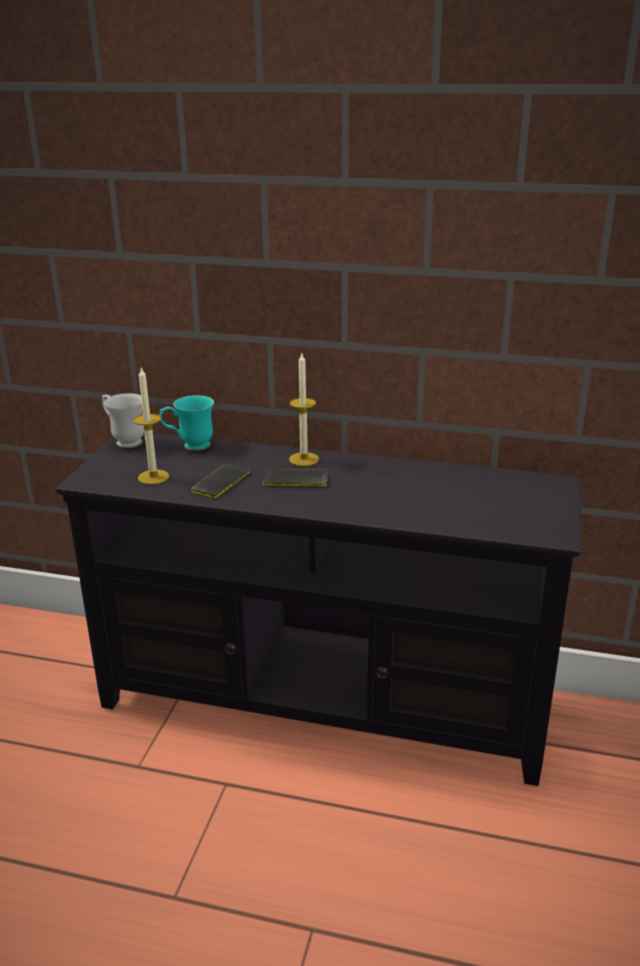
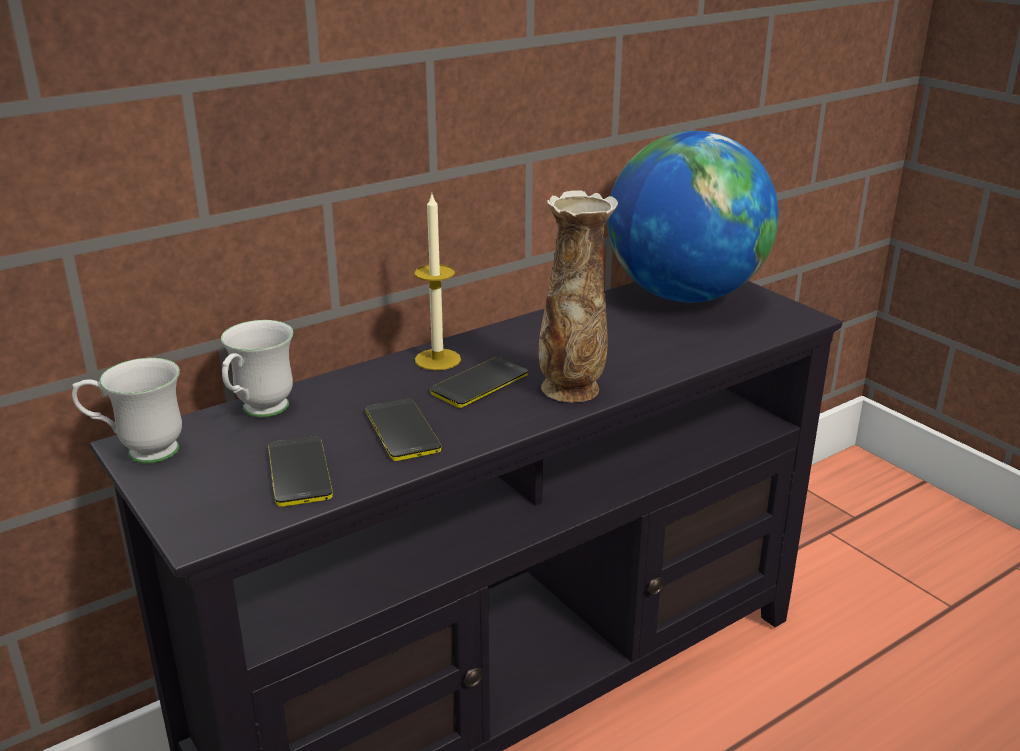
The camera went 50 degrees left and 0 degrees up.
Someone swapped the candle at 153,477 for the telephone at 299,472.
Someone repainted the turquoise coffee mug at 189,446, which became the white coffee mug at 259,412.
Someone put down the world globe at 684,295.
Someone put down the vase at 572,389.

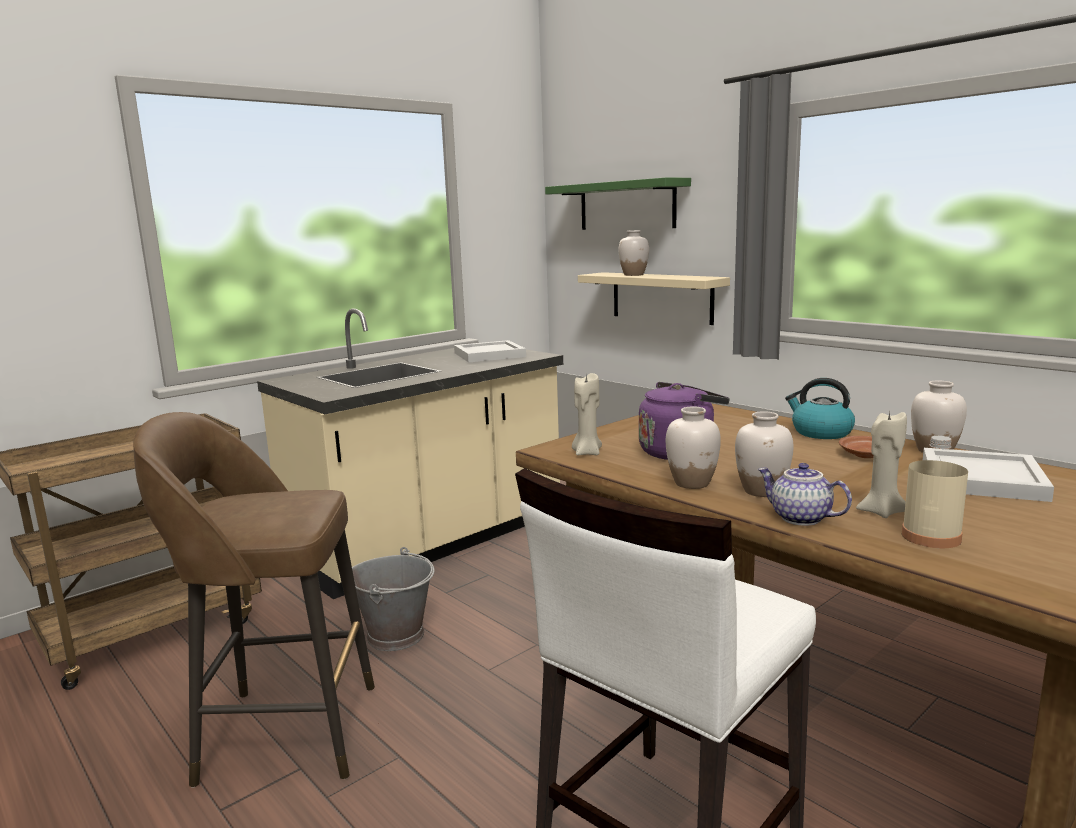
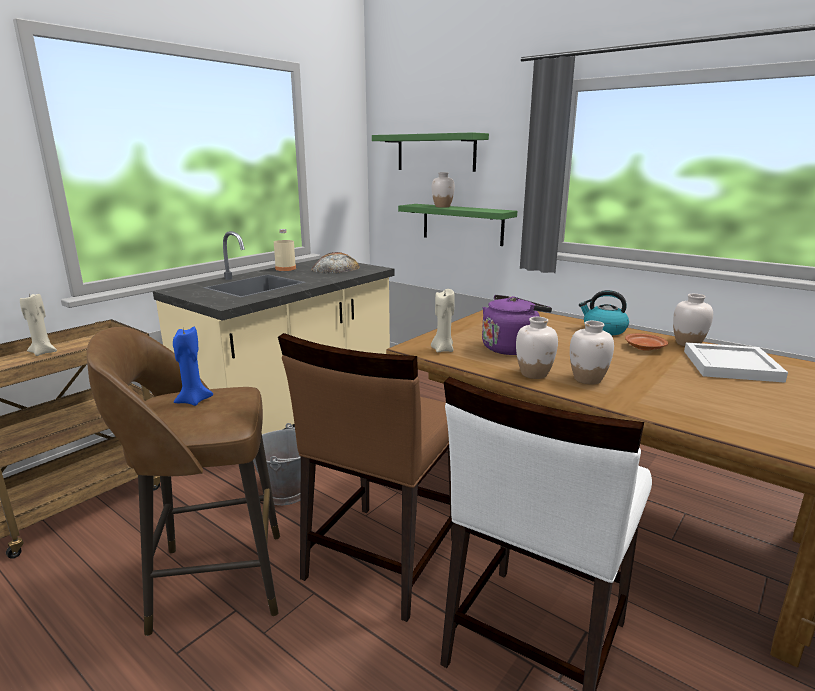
The camera went 10 degrees left and 5 degrees up.
Someone repainted the beige-coloured shelf at 661,297, which became the green shelf at 462,224.
Someone swapped the white tray at 488,355 for the bread at 335,268.
Someone carried the beige-coloured candle from 881,512 to 43,352.
Someone carried the beige-coloured beverage bottle from 931,537 to 285,269.
Someone took away the tea pot at 799,518.
Someone put down the blue-coloured candle at 193,401.
Someone put down the brown upright chair at 380,558.

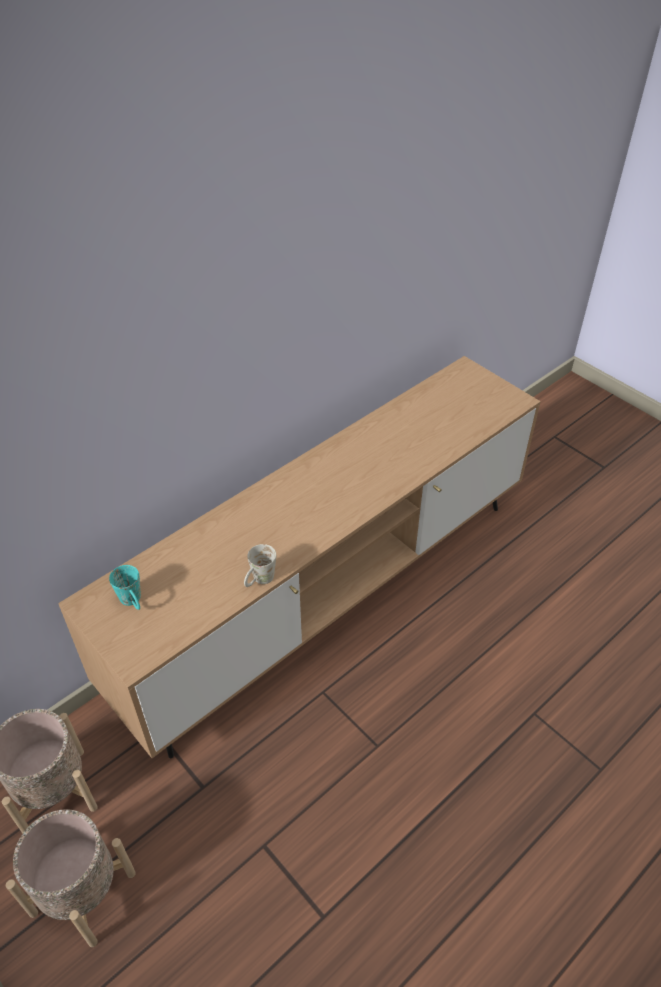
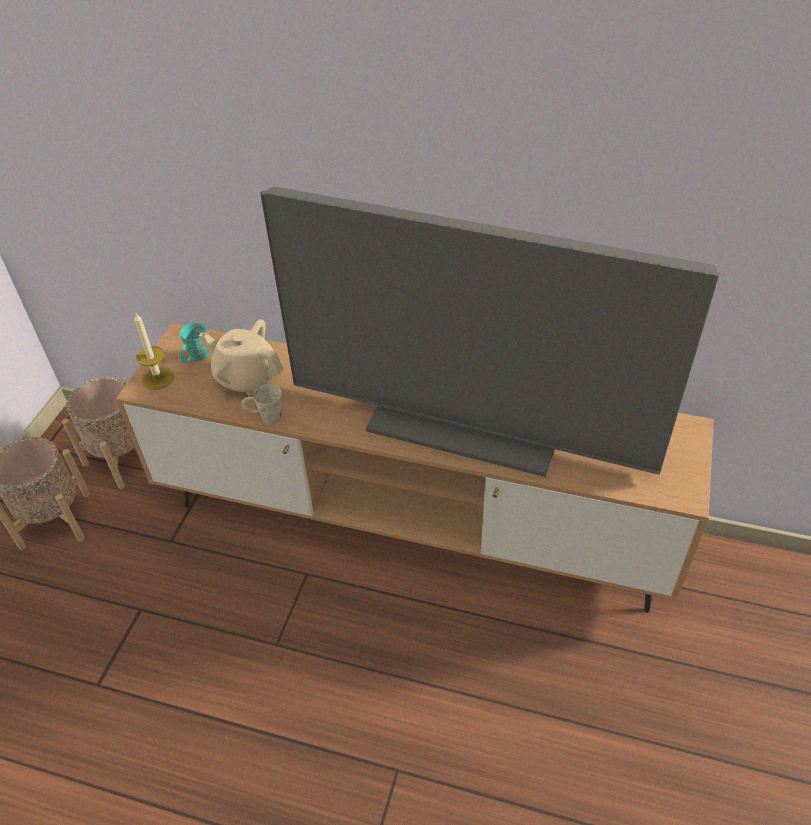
The camera went 60 degrees right and 0 degrees up.
Someone put down the TV set at 469,422.
Someone put down the candle at 158,378.
Someone put down the beige-coloured tea pot at 247,378.

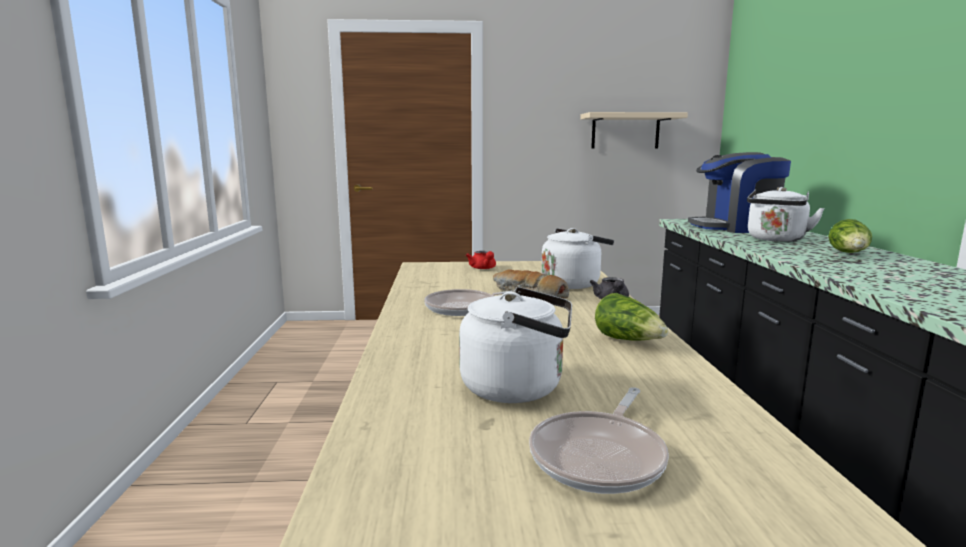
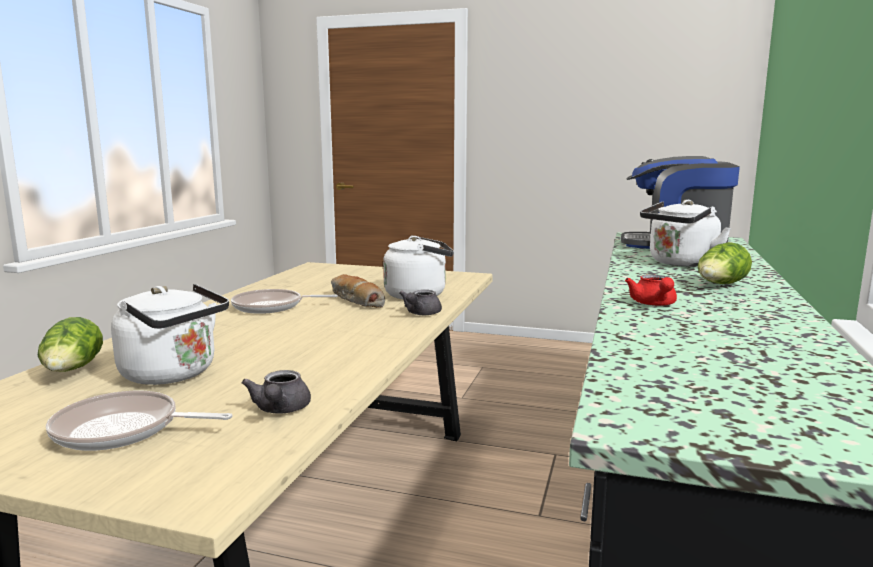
The camera went 20 degrees right and 0 degrees up.
Someone took away the beige-coloured shelf at 625,131.
Someone carried the reddish tea pot from 483,268 to 654,304.
Someone carried the head of lettuce from 629,340 to 72,371.
Someone rotated the pan at 600,456 by 45 degrees clockwise.
Someone put down the greyish tea pot at 280,410.

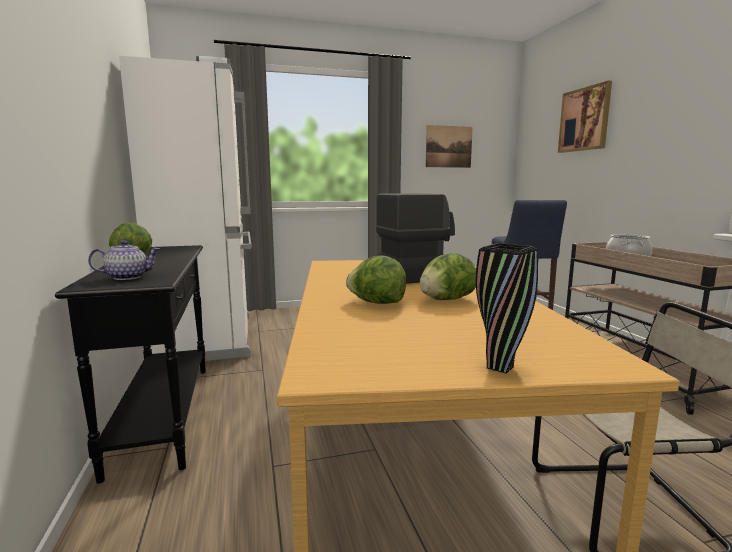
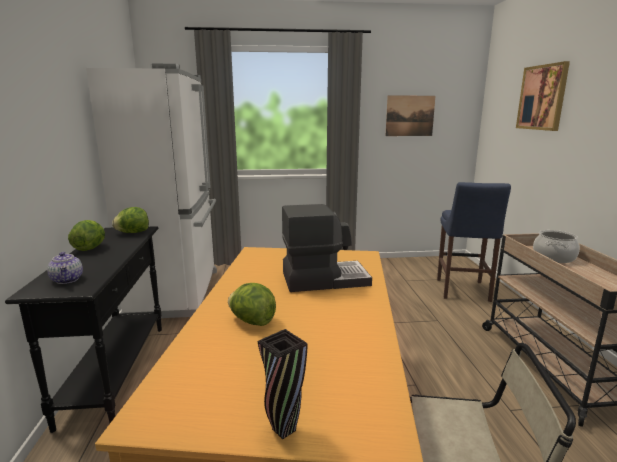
The camera went 10 degrees right and 5 degrees up.
Someone rotated the tea pot at 128,277 by 75 degrees clockwise.
Someone carried the head of lettuce from 446,300 to 133,233.

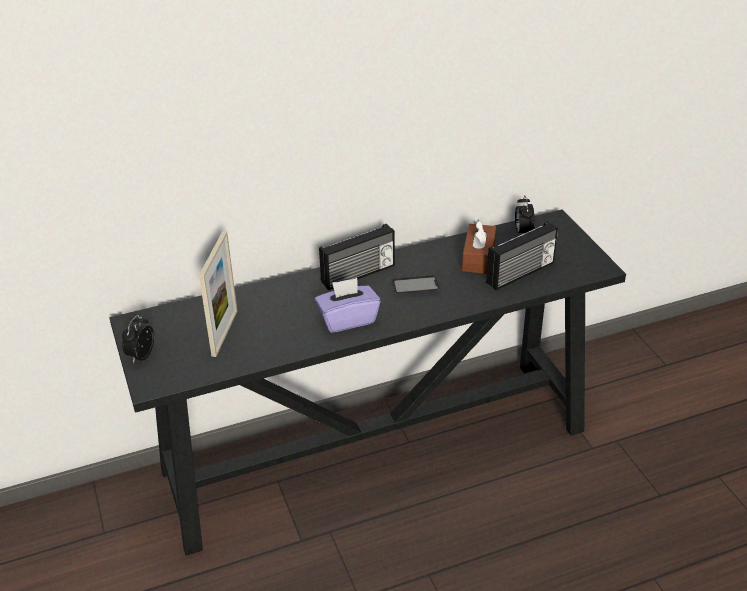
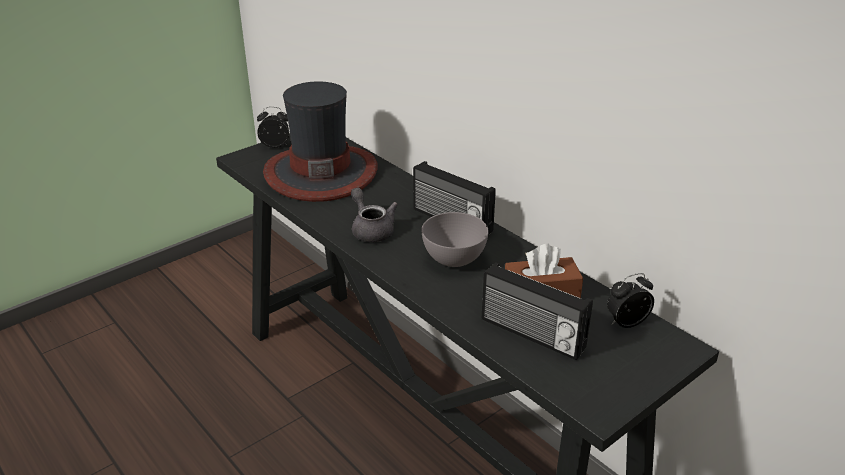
The camera went 70 degrees right and 5 degrees down.
Someone swapped the picture frame at 224,333 for the wearable hat at 321,173.
Someone swapped the telephone at 415,286 for the greyish serving bowl at 454,259.
Someone swapped the purple tissue box at 347,319 for the greyish tea pot at 371,229.

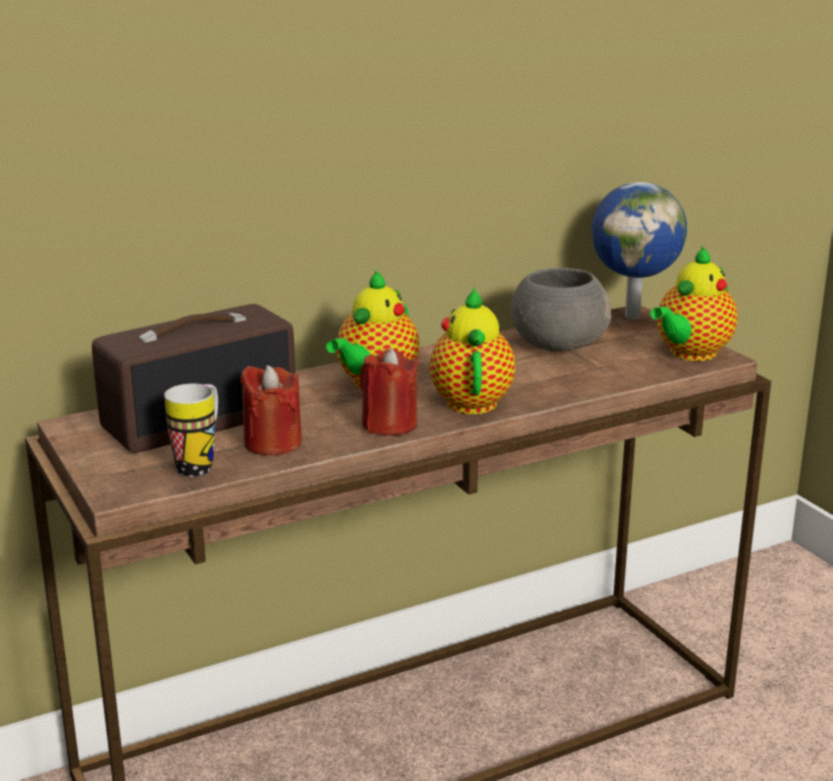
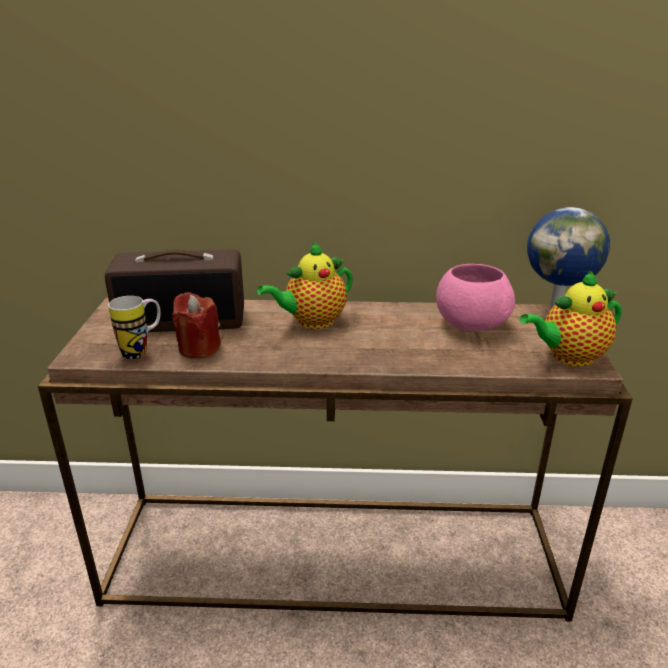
The camera went 30 degrees right and 5 degrees up.
Someone repainted the greyish serving bowl at 557,345, which became the pink serving bowl at 470,323.
Someone took away the tea pot at 471,400.
Someone took away the reddish candle at 389,424.

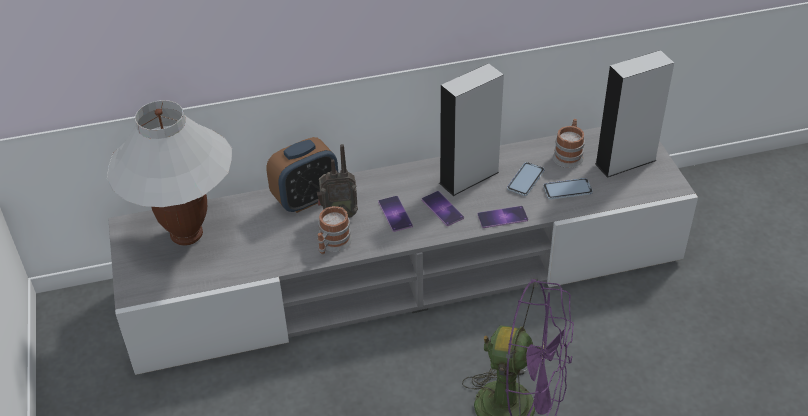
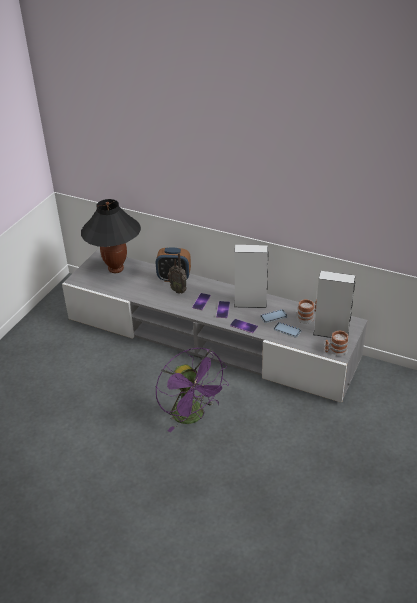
The camera went 40 degrees right and 5 degrees down.
Someone repainted the white table lamp at 187,234, which became the black-coloured table lamp at 116,269.
Someone carried the coffee mug from 332,244 to 335,351.

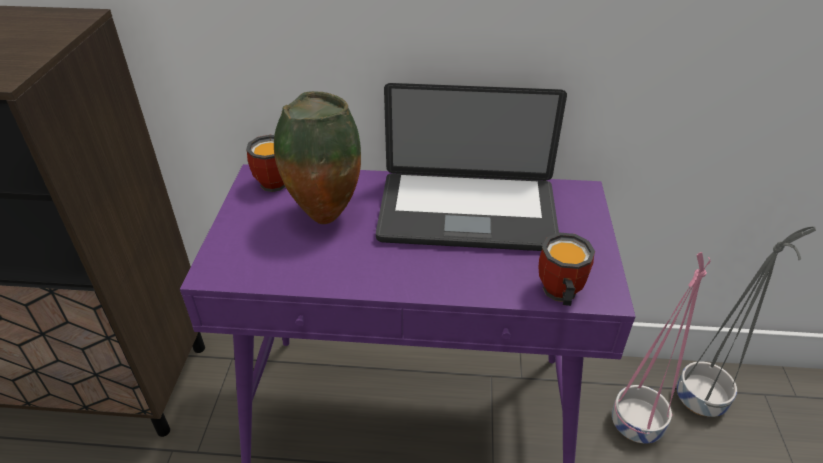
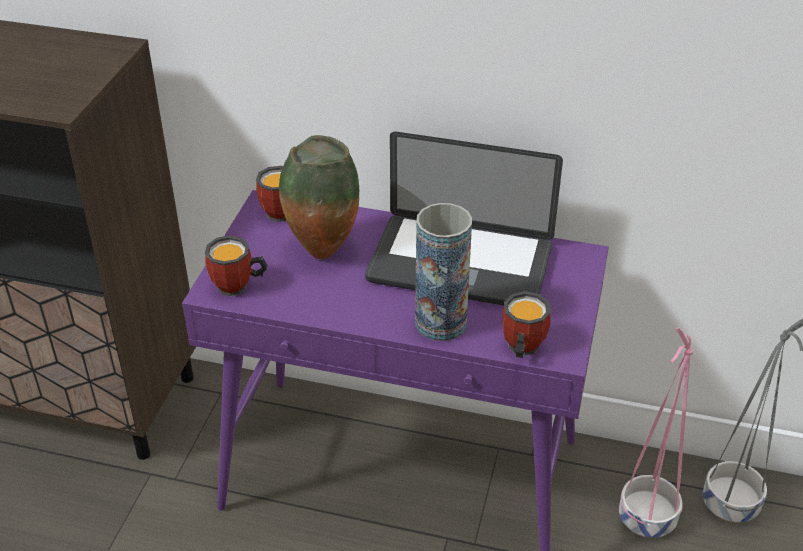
The camera went 10 degrees right and 0 degrees up.
Someone put down the vase at 440,323.
Someone put down the coffee mug at 238,287.

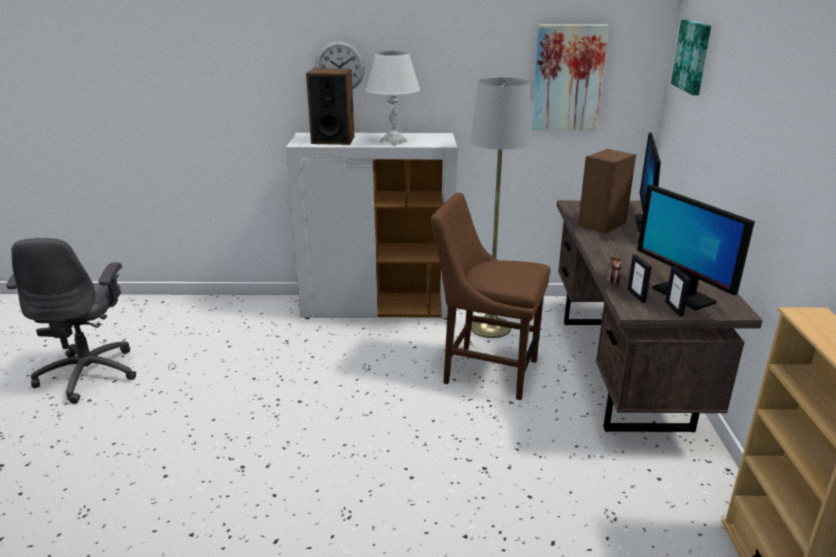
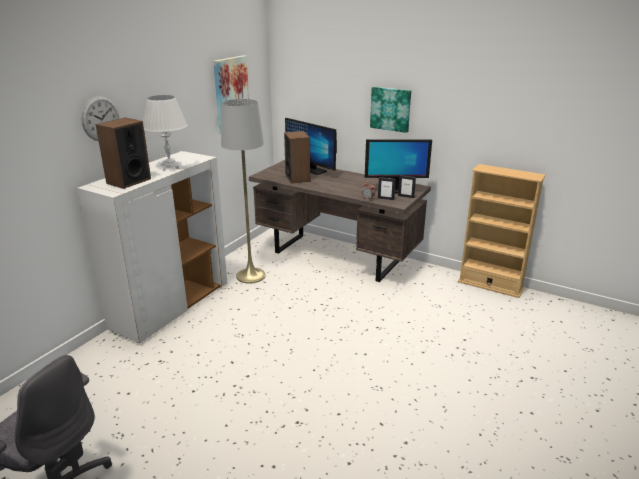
The camera went 60 degrees left and 0 degrees up.
Someone carried the picture from 693,56 to 391,109.
Someone took away the brown upright chair at 486,370.

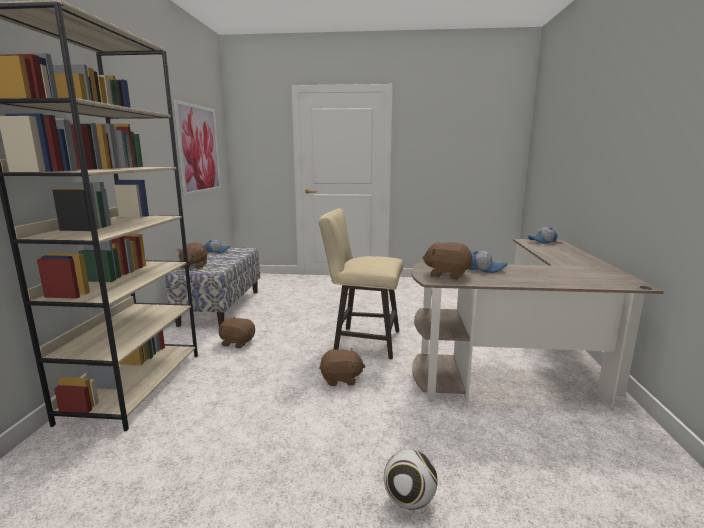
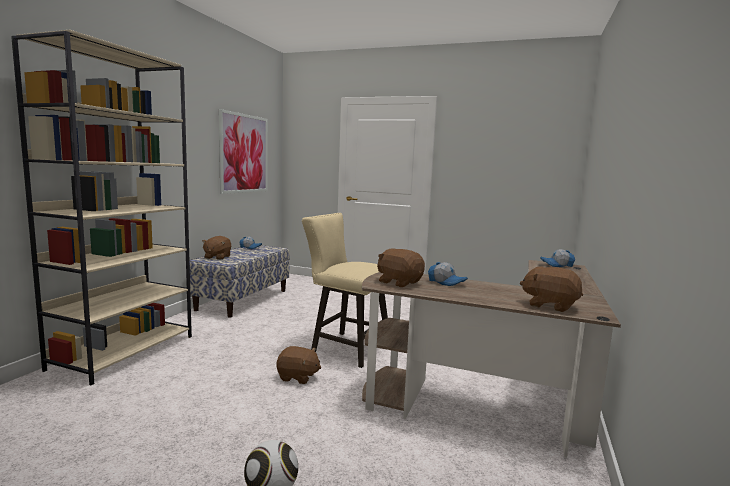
The camera went 15 degrees right and 5 degrees down.
Someone carried the brown soft toy from 237,342 to 550,305.

